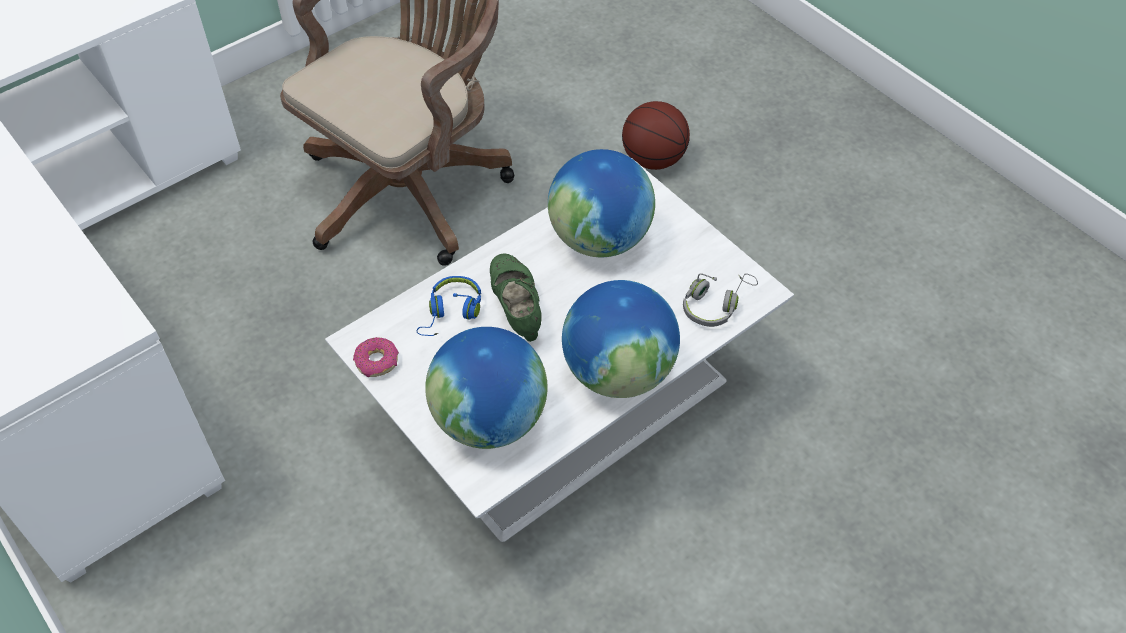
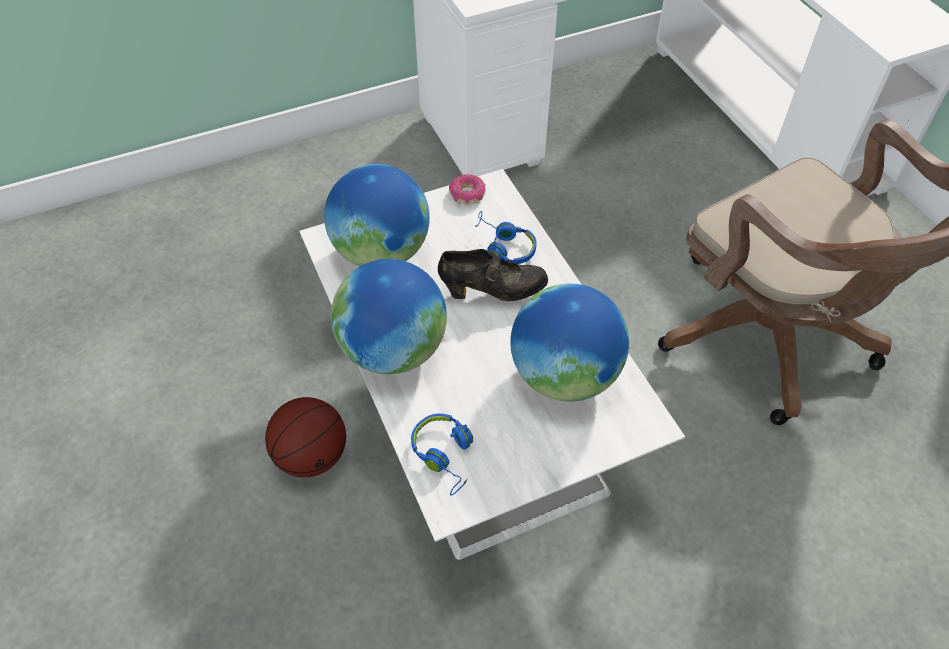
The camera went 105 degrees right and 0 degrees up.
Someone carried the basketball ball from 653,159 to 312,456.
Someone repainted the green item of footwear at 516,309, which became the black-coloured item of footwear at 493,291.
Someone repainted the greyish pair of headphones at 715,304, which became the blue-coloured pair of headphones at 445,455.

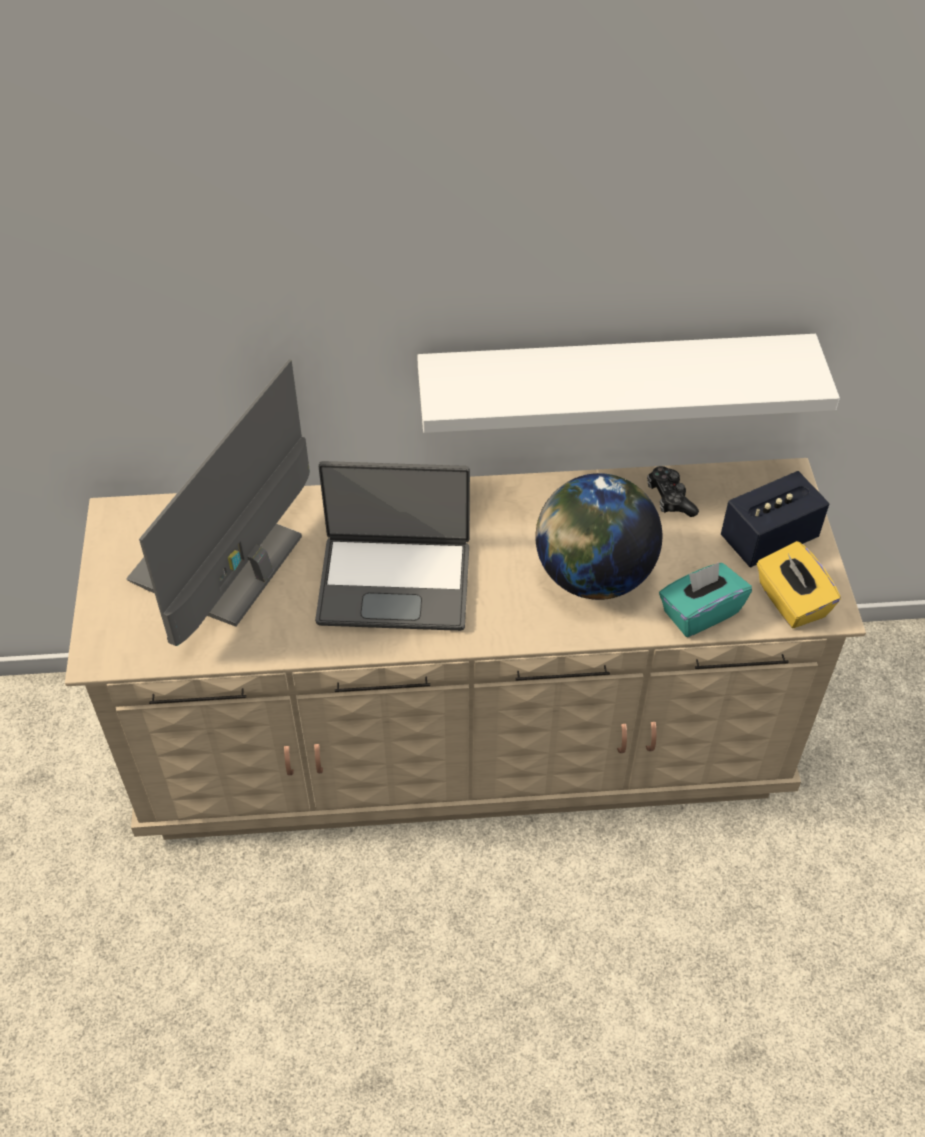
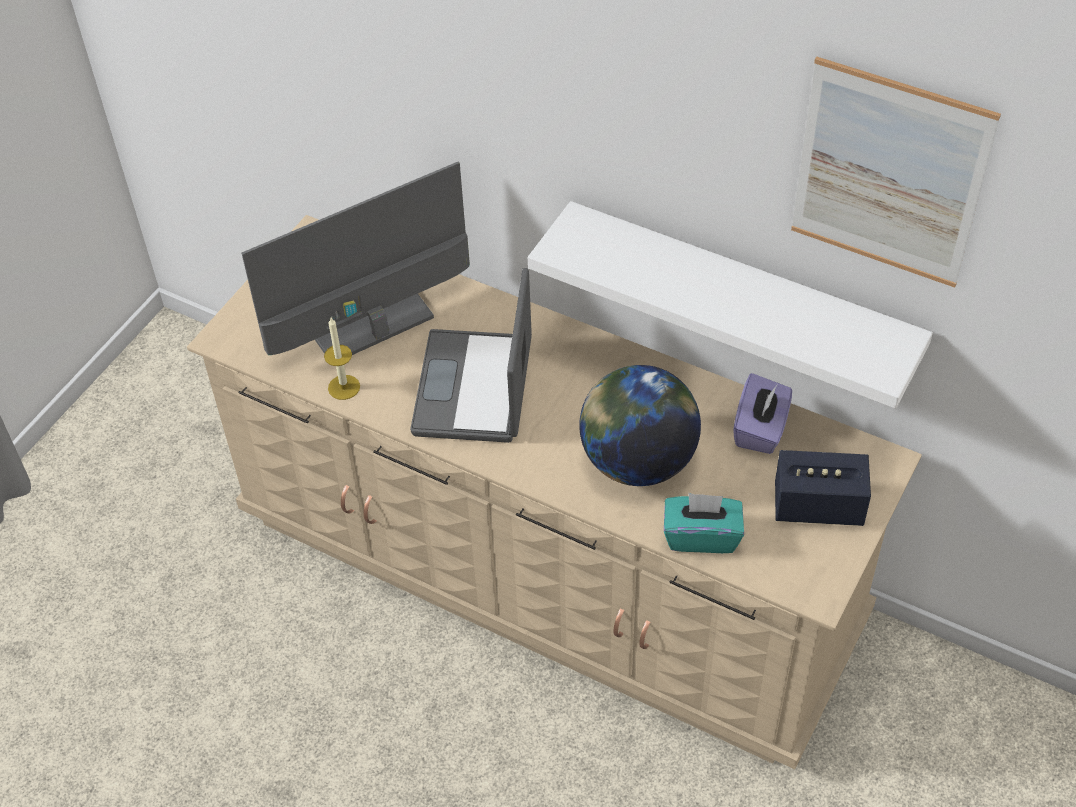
The camera went 35 degrees right and 0 degrees up.
Someone rotated the portable computer at 395,582 by 60 degrees clockwise.
Someone swapped the game controller at 670,498 for the purple tissue box at 760,429.
Someone took away the yellow-coloured tissue box at 790,601.
Someone put up the picture at 889,174.
Someone put down the candle at 344,387.

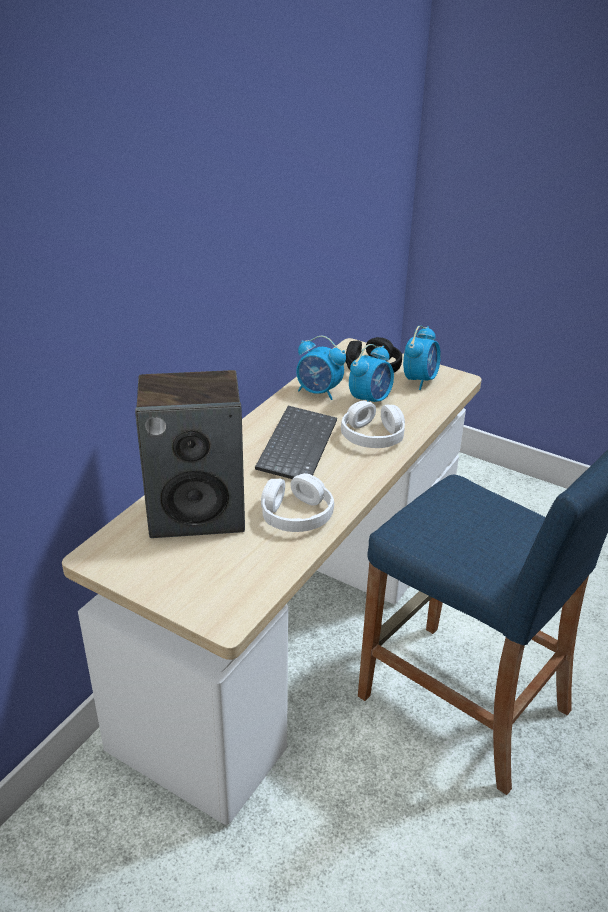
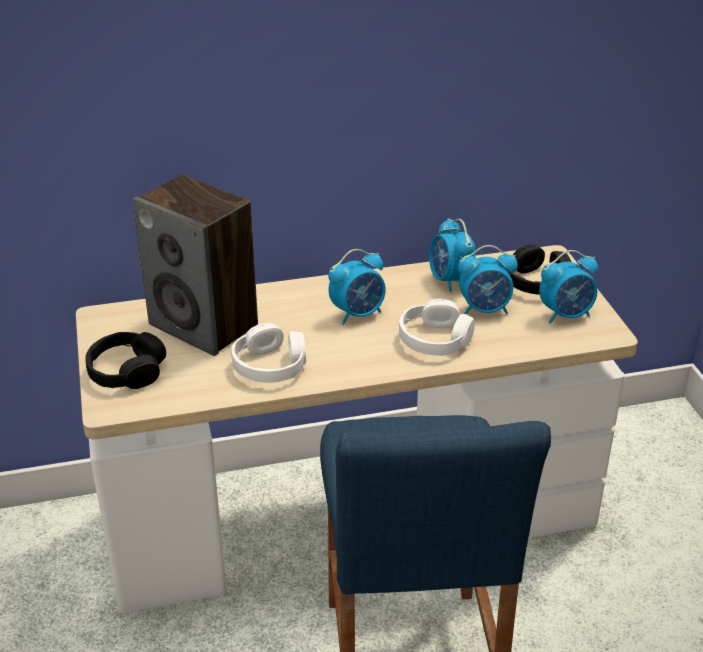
The camera went 45 degrees right and 0 degrees up.
Someone swapped the PC keyboard at 296,445 for the table clock at 358,313.
Someone put down the black-coloured pair of headphones at 126,371.

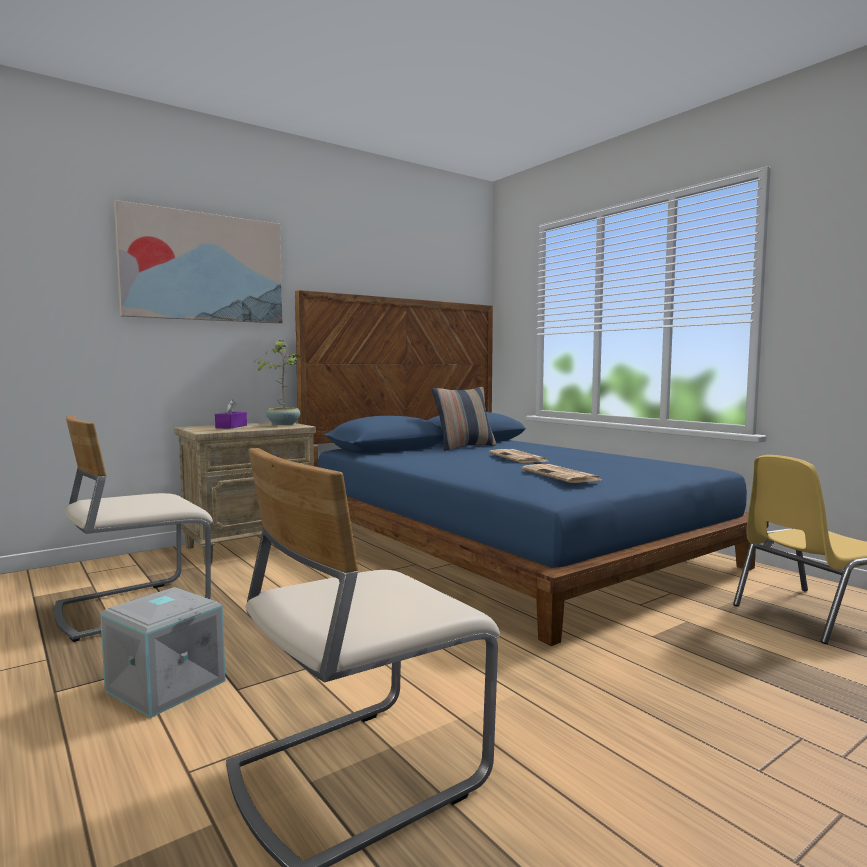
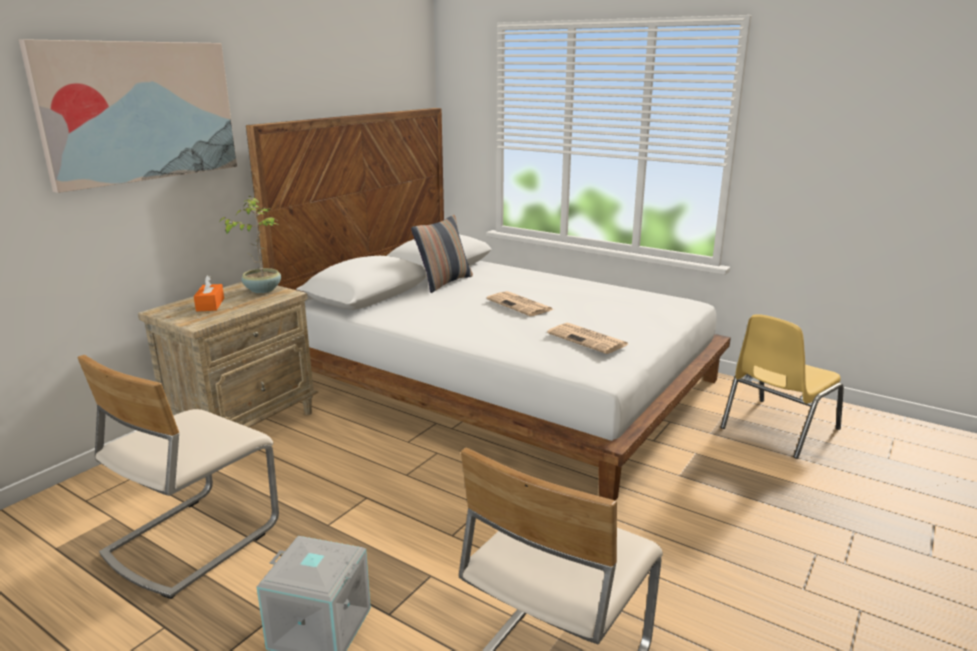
The camera went 20 degrees left and 15 degrees up.
Someone repainted the blue-coloured bedroom bed at 506,545, which became the white bedroom bed at 503,382.
Someone repainted the purple tissue box at 231,426, which became the orangey tissue box at 210,305.

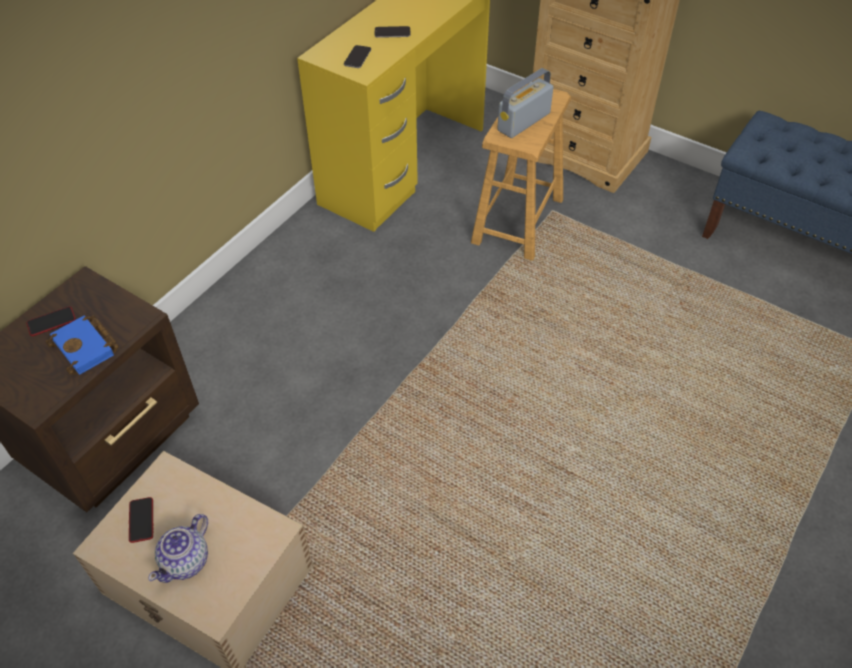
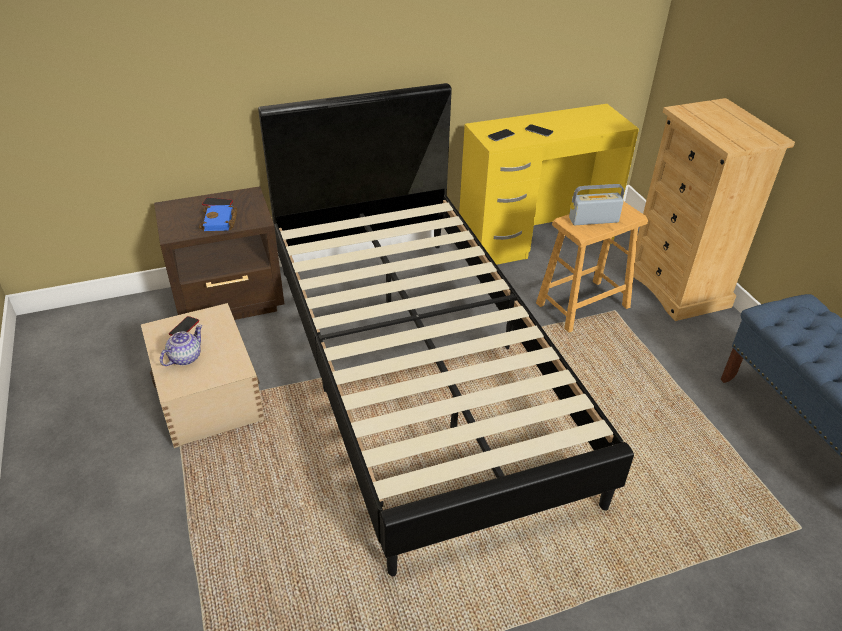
The camera went 35 degrees right and 10 degrees down.
Someone rotated the tea pot at 186,561 by 150 degrees clockwise.
Someone put down the black-coloured bedroom bed at 419,370.

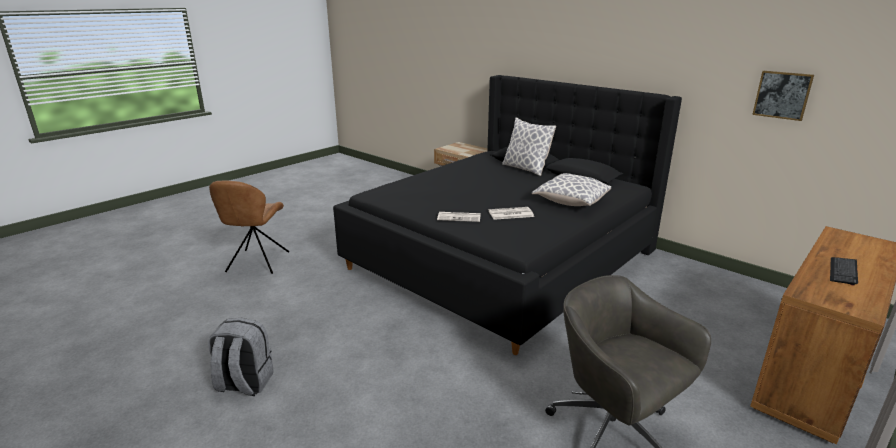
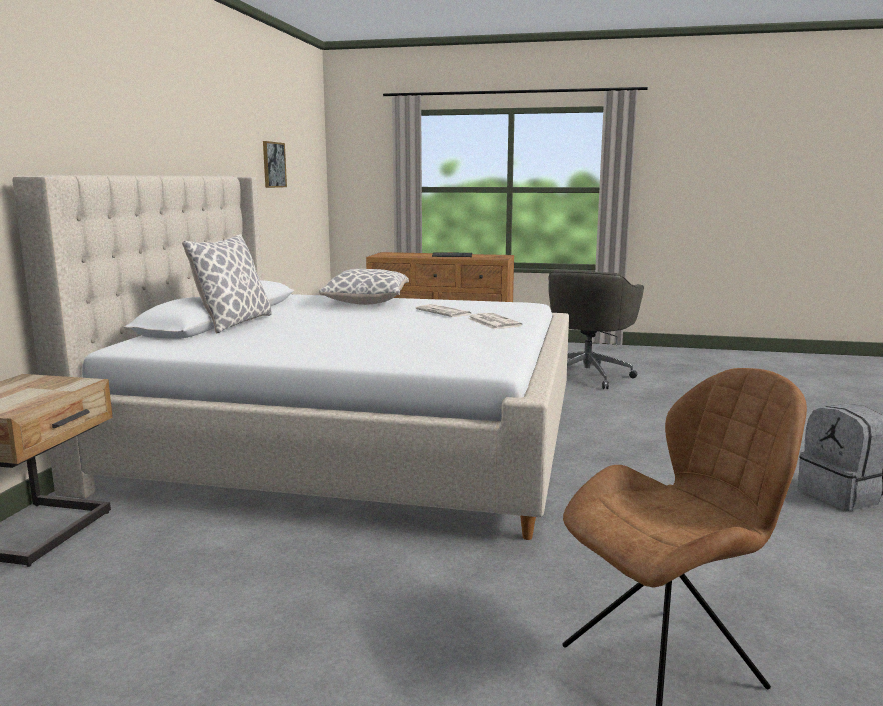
The camera went 120 degrees left and 10 degrees down.
Someone repainted the black-coloured bedroom bed at 504,259, which became the beige-coloured bedroom bed at 351,442.

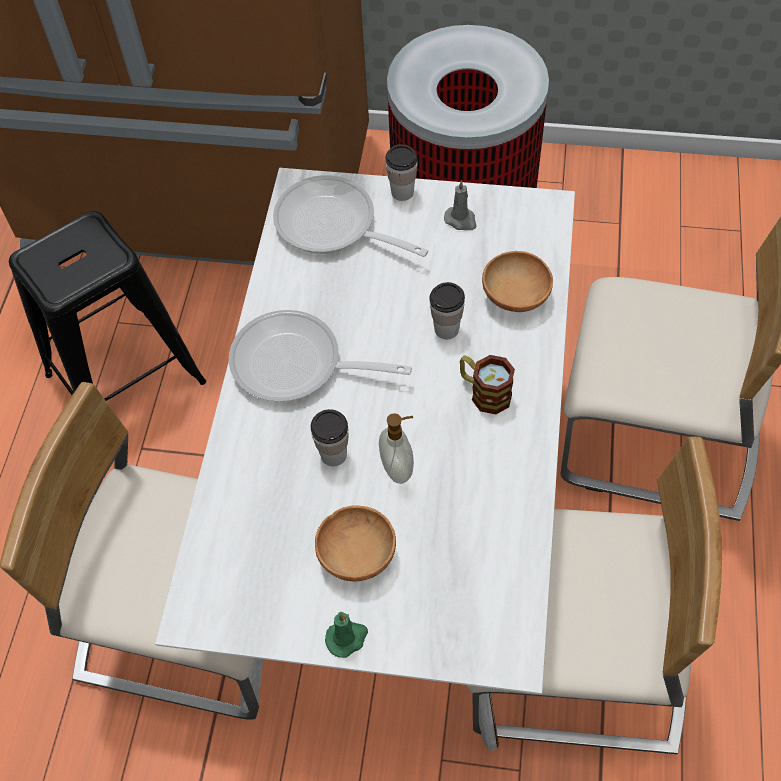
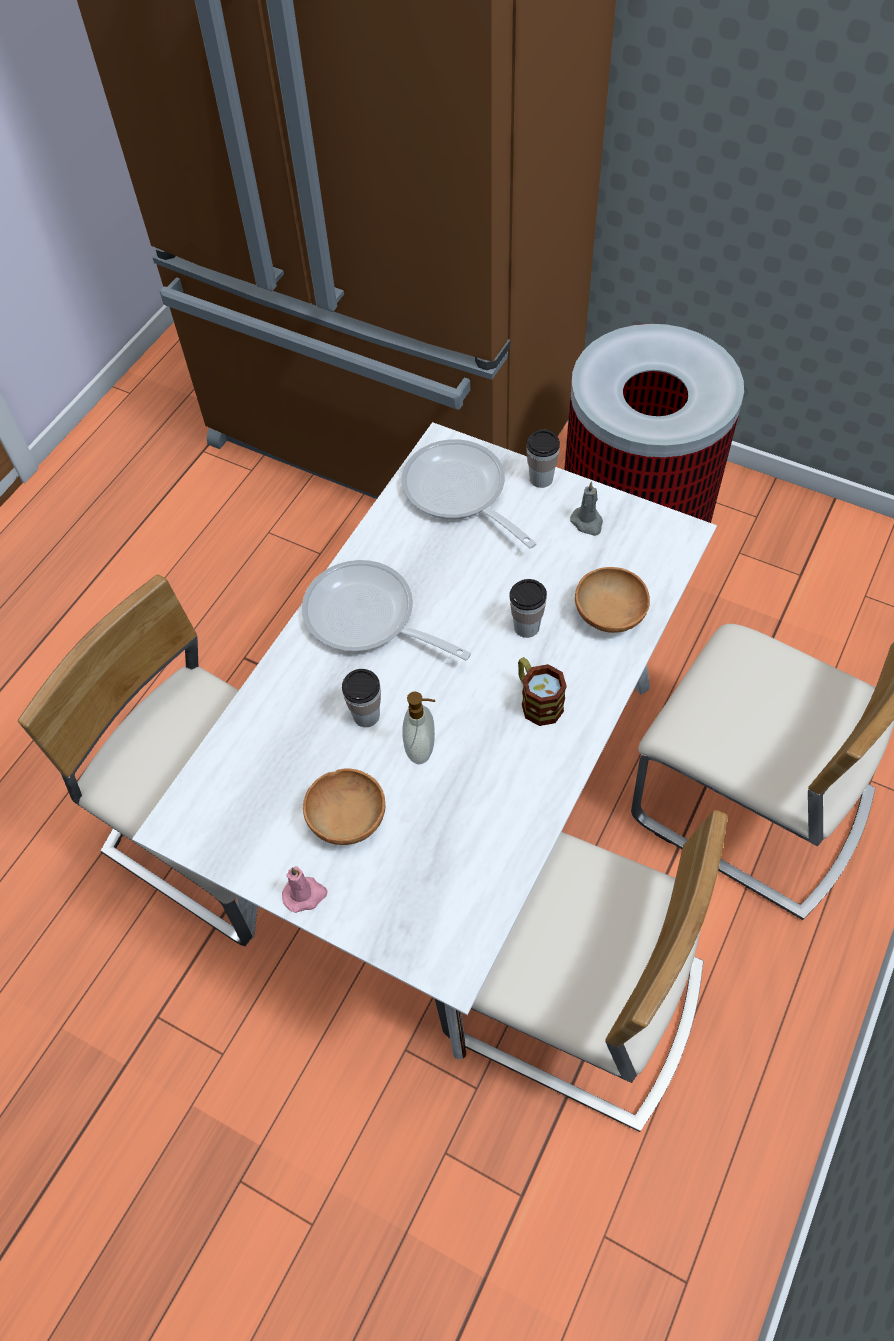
The camera went 20 degrees right and 0 degrees up.
Someone took away the black-coloured stool seat at 124,379.
Someone repainted the green candle at 347,638, which became the pink candle at 305,894.

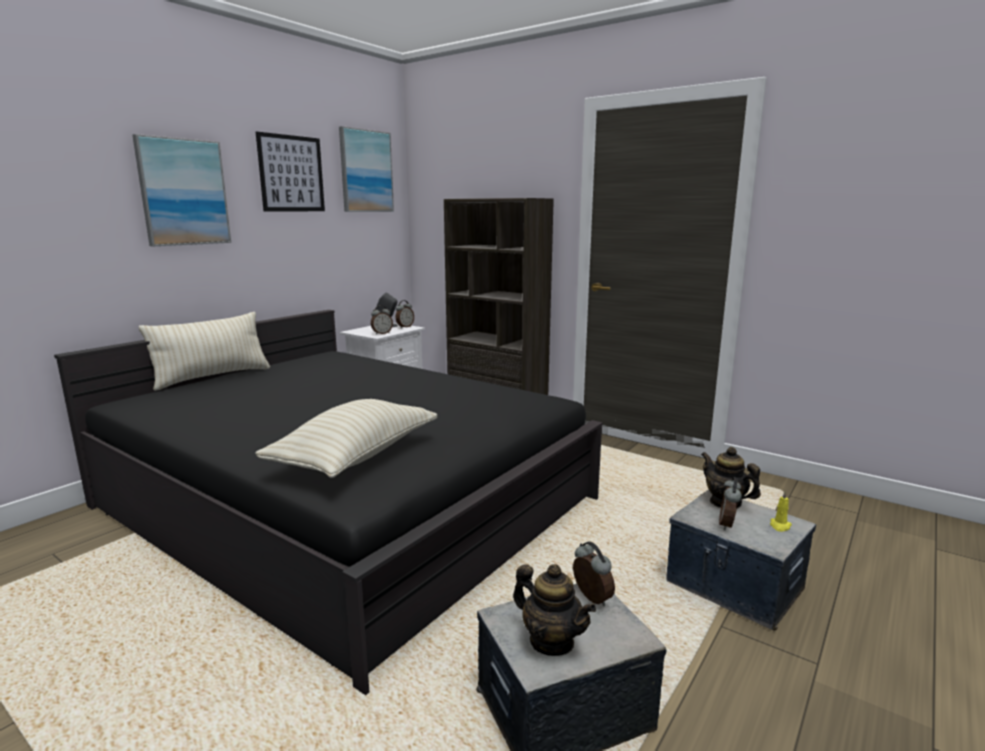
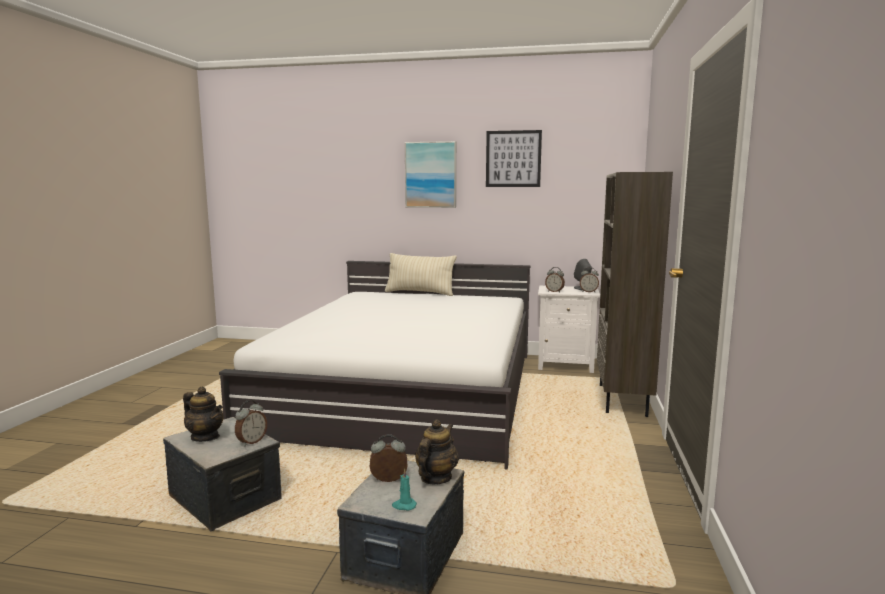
The camera went 65 degrees right and 5 degrees down.
Someone took away the picture at 366,171.
Someone repainted the black-coloured bedroom bed at 344,502, which became the white bedroom bed at 408,390.
Someone took away the beige-coloured cushion at 355,457.
Someone repainted the yellow-coloured candle at 780,526, which became the turquoise candle at 404,505.
Someone rotated the tea pot at 551,641 by 75 degrees counterclockwise.

